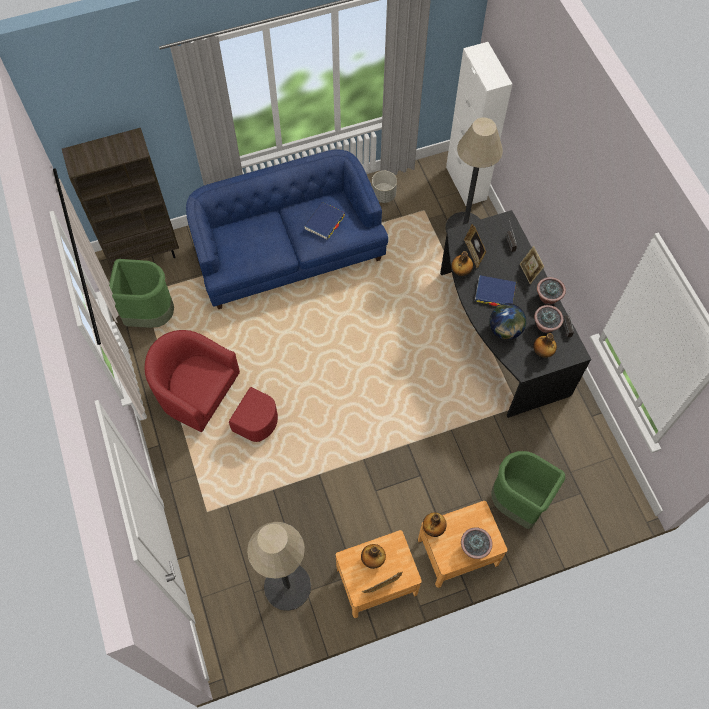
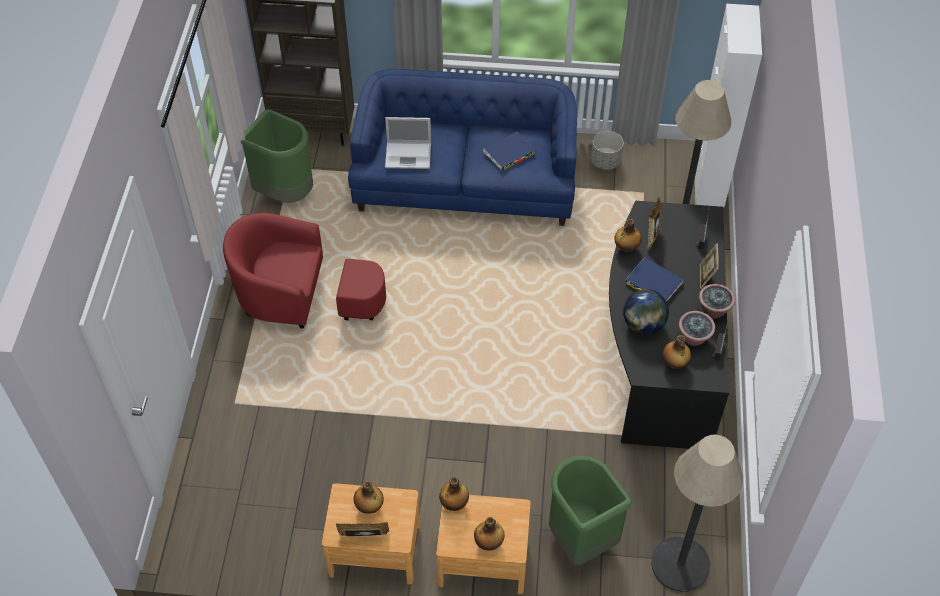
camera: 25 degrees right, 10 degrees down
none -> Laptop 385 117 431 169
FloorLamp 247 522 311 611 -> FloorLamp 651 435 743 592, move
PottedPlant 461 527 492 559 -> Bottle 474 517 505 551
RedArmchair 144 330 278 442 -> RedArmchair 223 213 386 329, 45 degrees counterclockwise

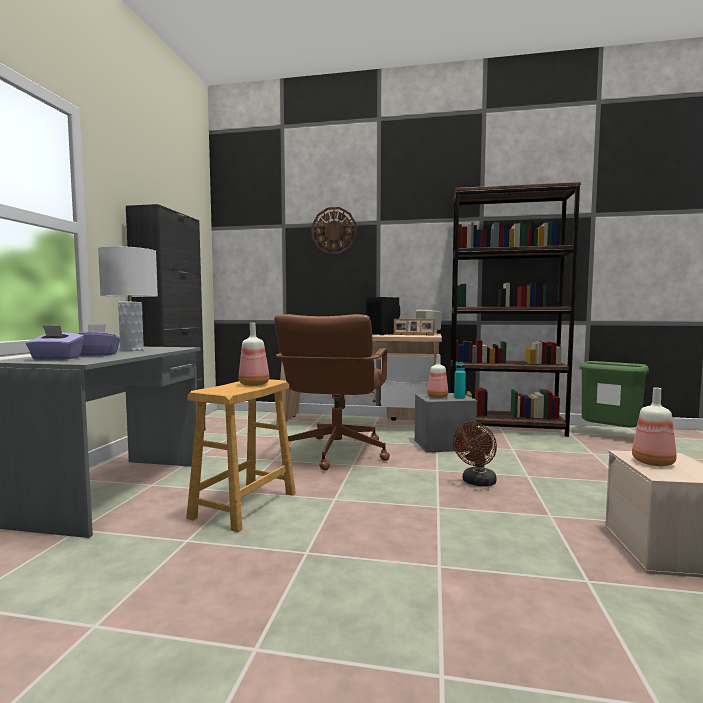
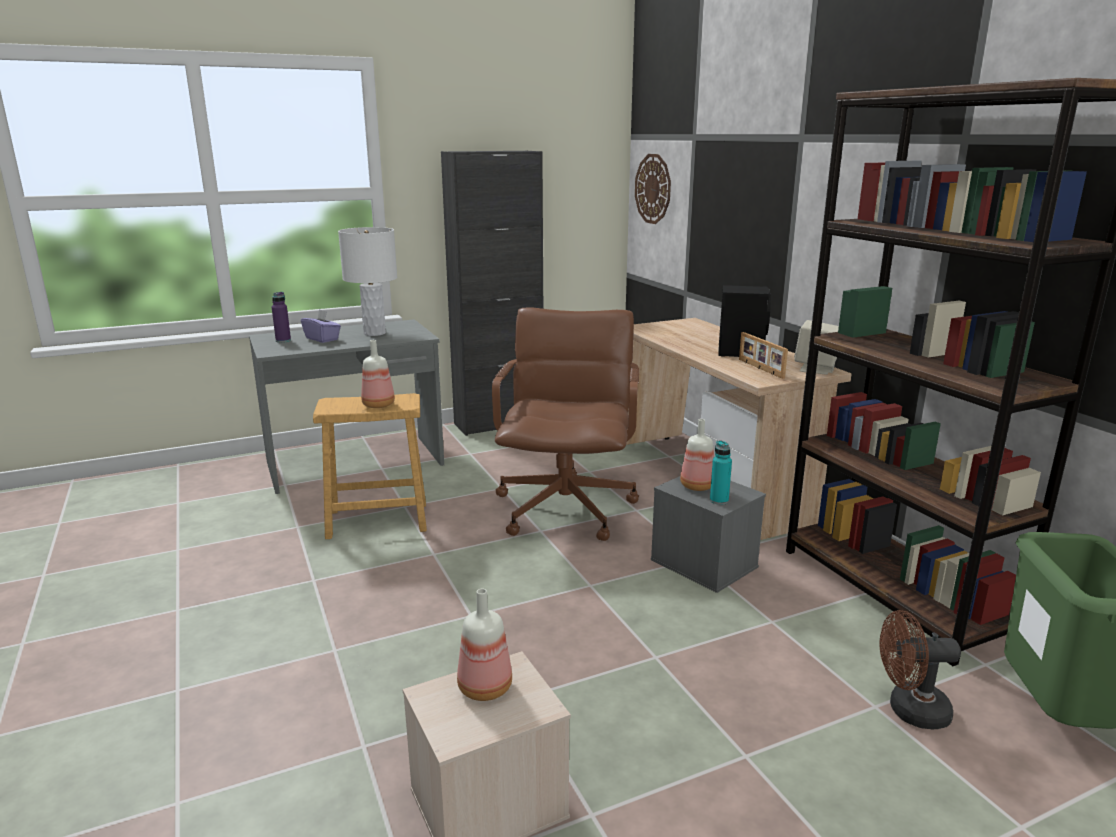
camera: 55 degrees right, 15 degrees up
WallClock 312 207 356 254 -> WallClock 635 154 671 224, move
BrownFan 453 422 497 487 -> BrownFan 879 610 961 729, move
PurpleTissueBox 26 325 84 360 -> PurpleBottle 272 292 291 343
BrownOfficeChair 274 314 390 470 -> BrownOfficeChair 492 308 639 541, 120 degrees clockwise

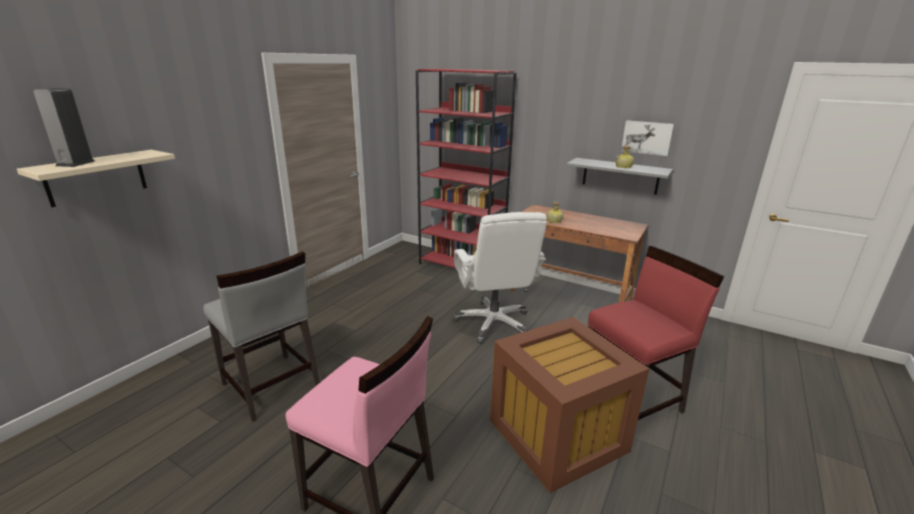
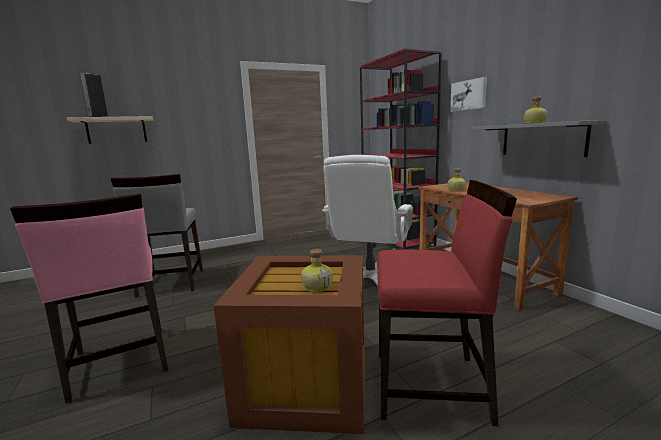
camera: 35 degrees right, 10 degrees down
none -> Bottle 301 249 333 292
Picture 621 120 674 156 -> Picture 450 77 487 112, move

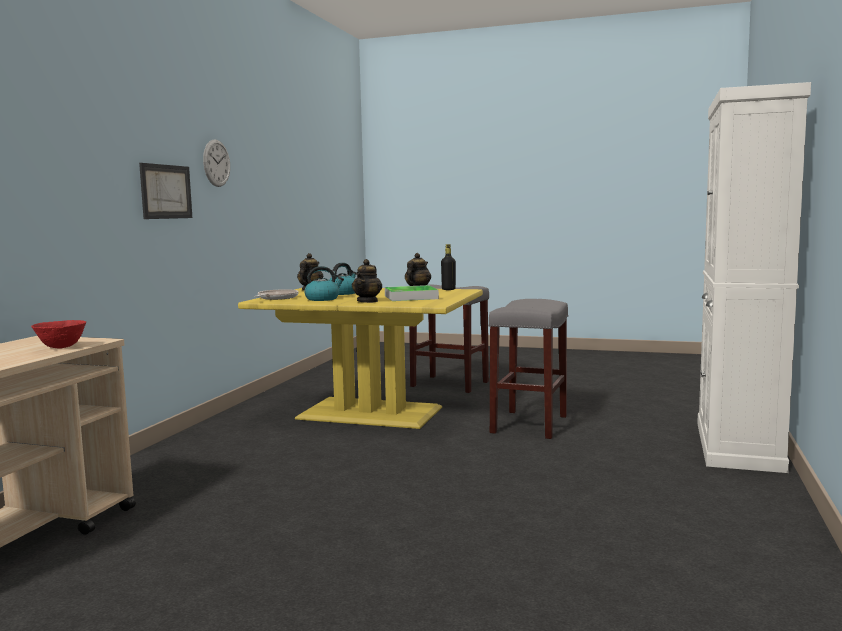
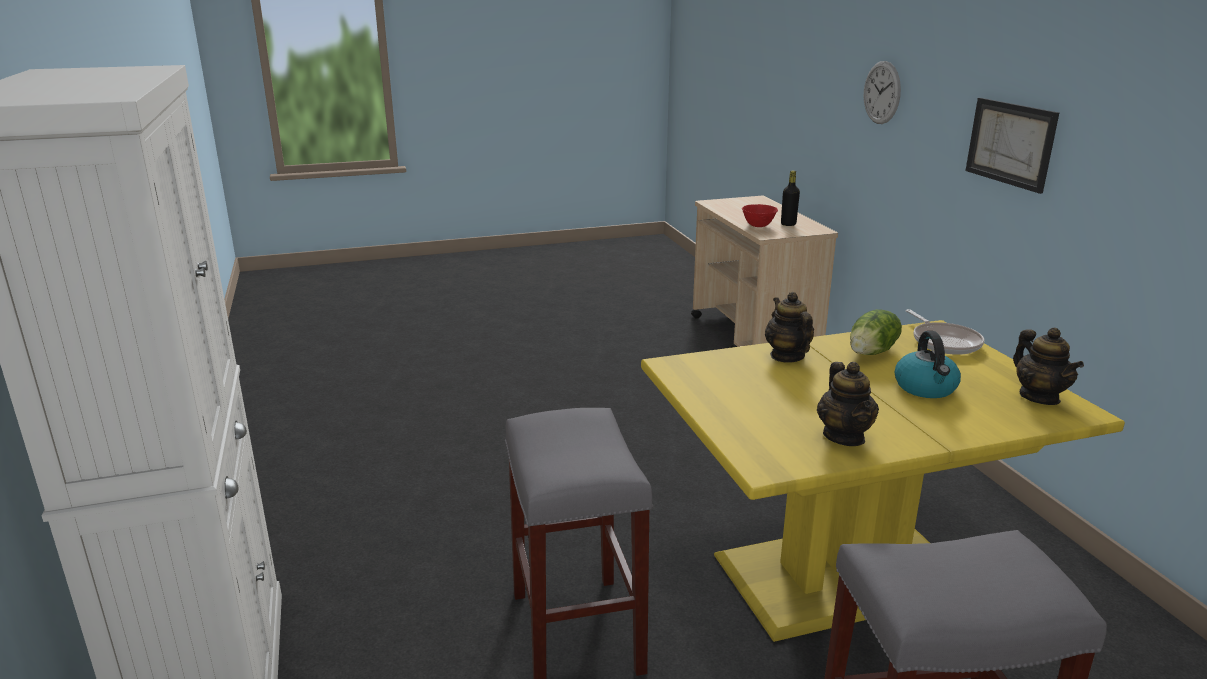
camera: 145 degrees right, 15 degrees up
Tray 385 285 439 301 -> none
WallClock 203 139 230 187 -> WallClock 864 61 901 124, move
BlackBottle 441 244 456 290 -> BlackBottle 781 170 800 226, move
Kettle 304 266 344 301 -> Lettuce 850 309 902 355

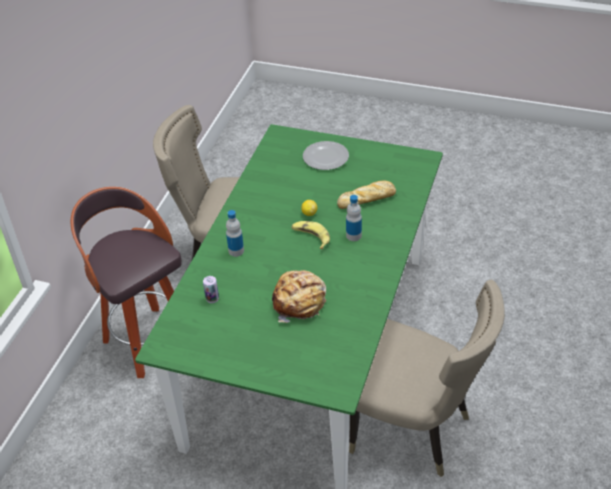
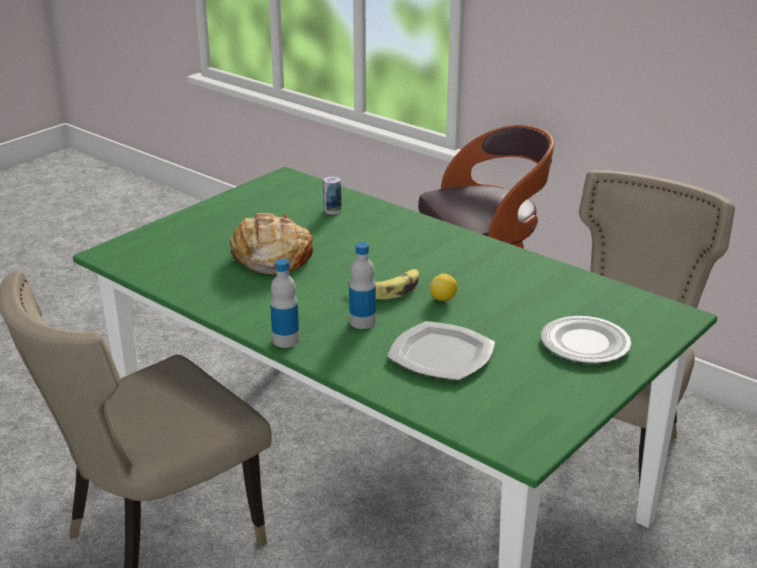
camera: 110 degrees right, 15 degrees down
Bottle 226 210 244 257 -> Bottle 270 258 299 348, move
Bread 337 180 396 209 -> Plate 387 321 495 381

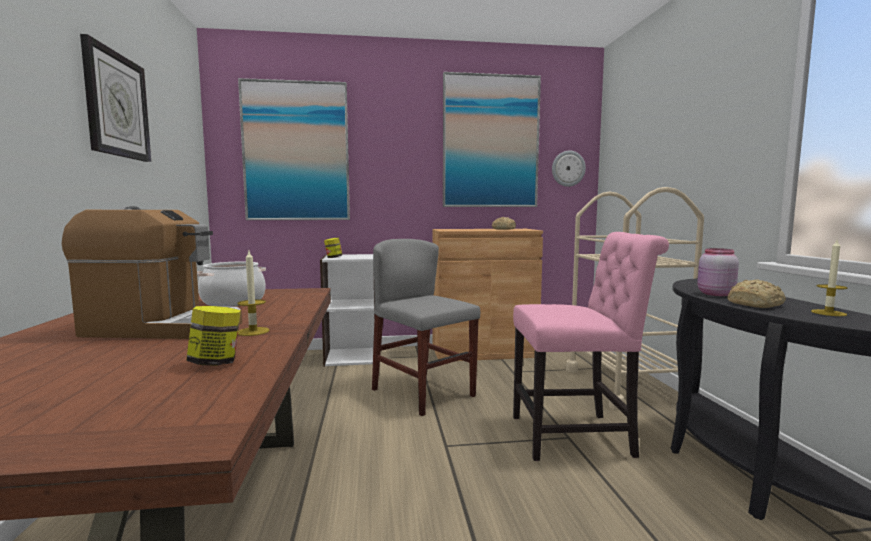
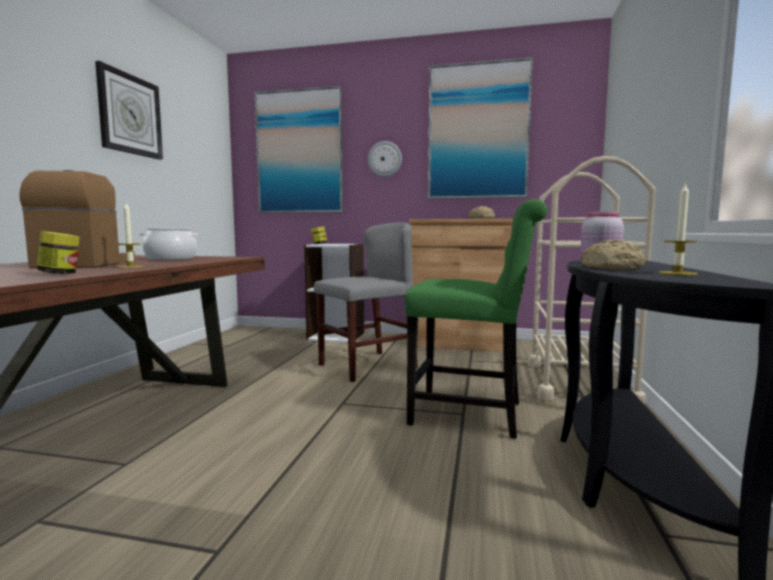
camera: 20 degrees right, 0 degrees up
WallClock 552 151 586 187 -> WallClock 368 141 402 177, move
PinkChair 513 232 669 461 -> GreenChair 405 199 548 439
CoffeeMachine 62 206 242 339 -> CoffeeMachine 19 170 135 268, 120 degrees counterclockwise
GreyChair 372 239 480 416 -> GreyChair 314 222 418 382, 75 degrees clockwise

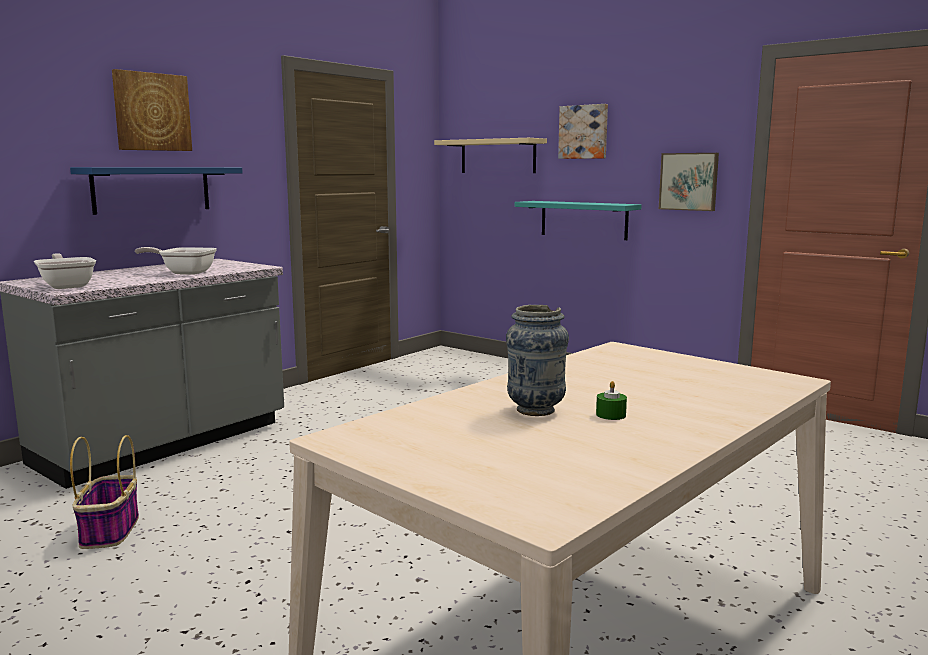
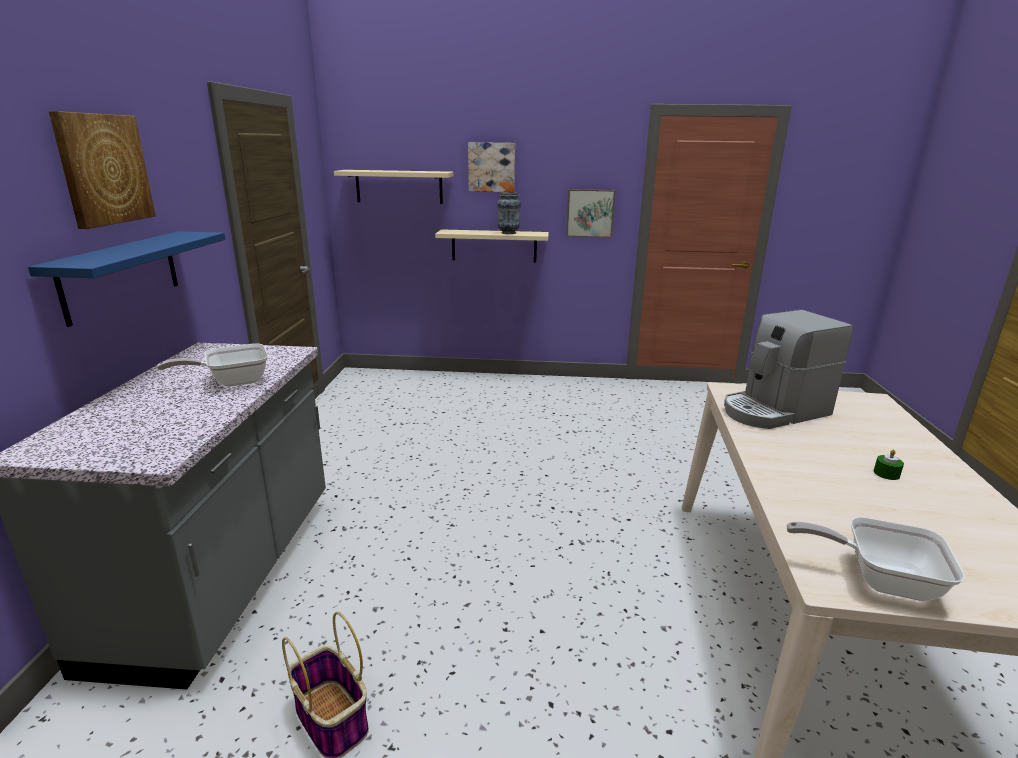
camera: 35 degrees left, 10 degrees up
none -> CoffeeMachine 724 310 854 429
FryingPan 34 253 96 289 -> FryingPan 786 517 965 601, move
Vase 506 305 569 416 -> Vase 497 192 521 234, move
TurquoiseShelf 514 201 642 240 -> BeigeShelf 435 229 549 262

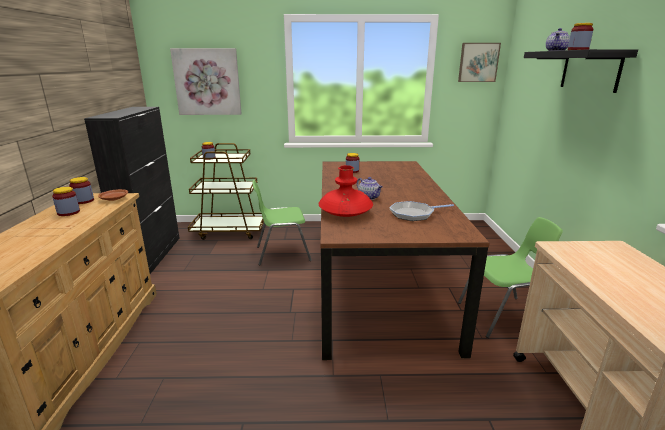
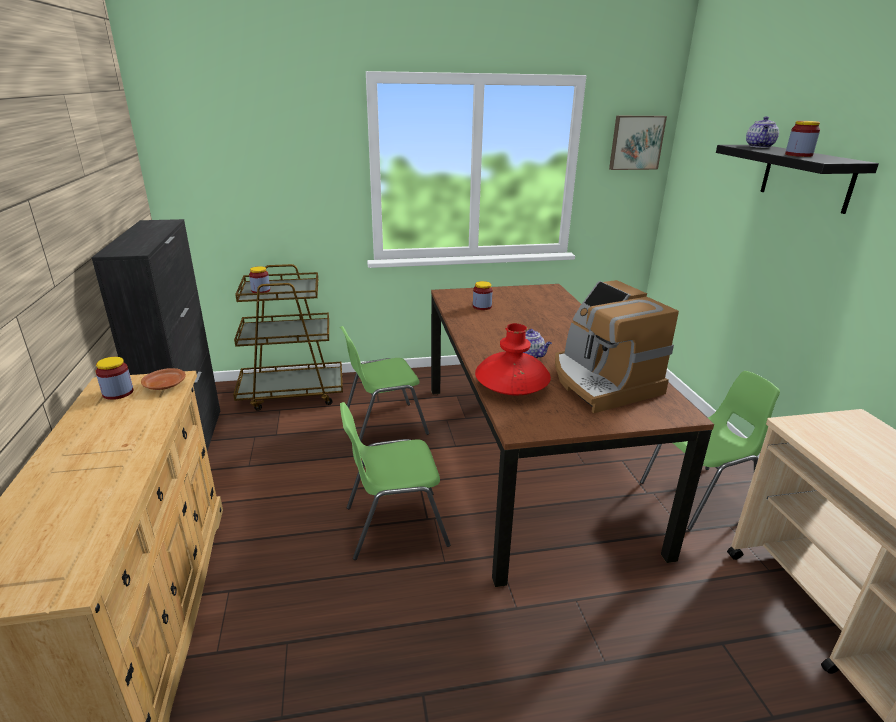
camera: 10 degrees left, 5 degrees up
Jar 52 187 80 216 -> none
Picture 170 48 241 115 -> none
none -> GreenChair 340 402 451 560
FryingPan 390 201 454 221 -> CoffeeMachine 555 280 679 413

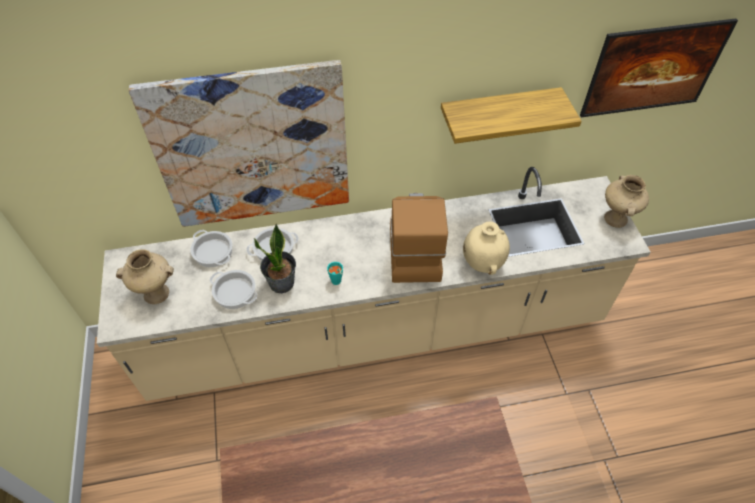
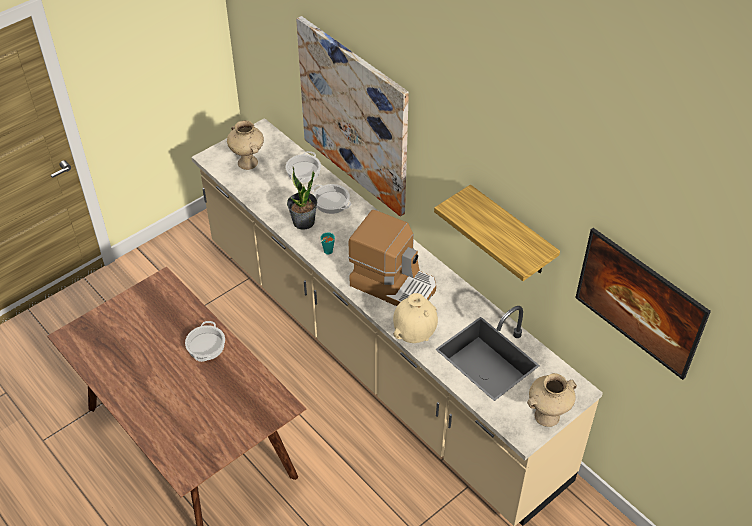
camera: 60 degrees right, 5 degrees down
CookingPot 210 270 257 309 -> CookingPot 185 321 225 362, move
CoffeeMachine 390 193 448 283 -> CoffeeMachine 348 210 436 306, 60 degrees clockwise

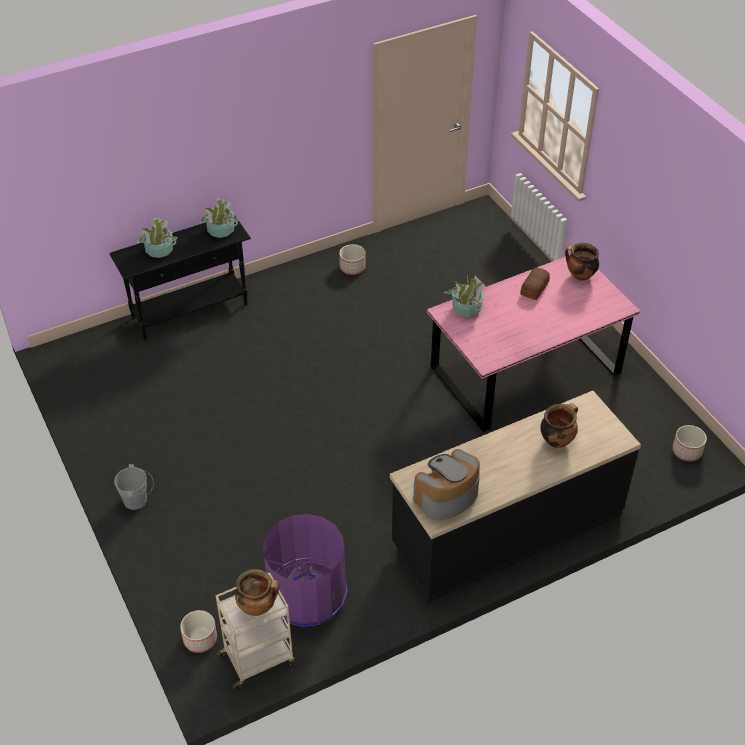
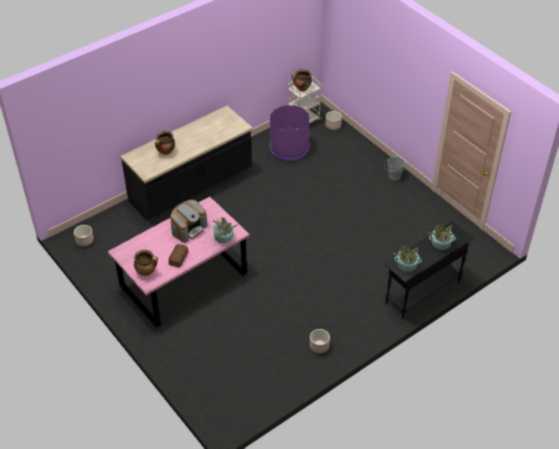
camera: 170 degrees right, 0 degrees up
CoffeeMachine 413 449 480 520 -> CoffeeMachine 170 200 207 243, move

